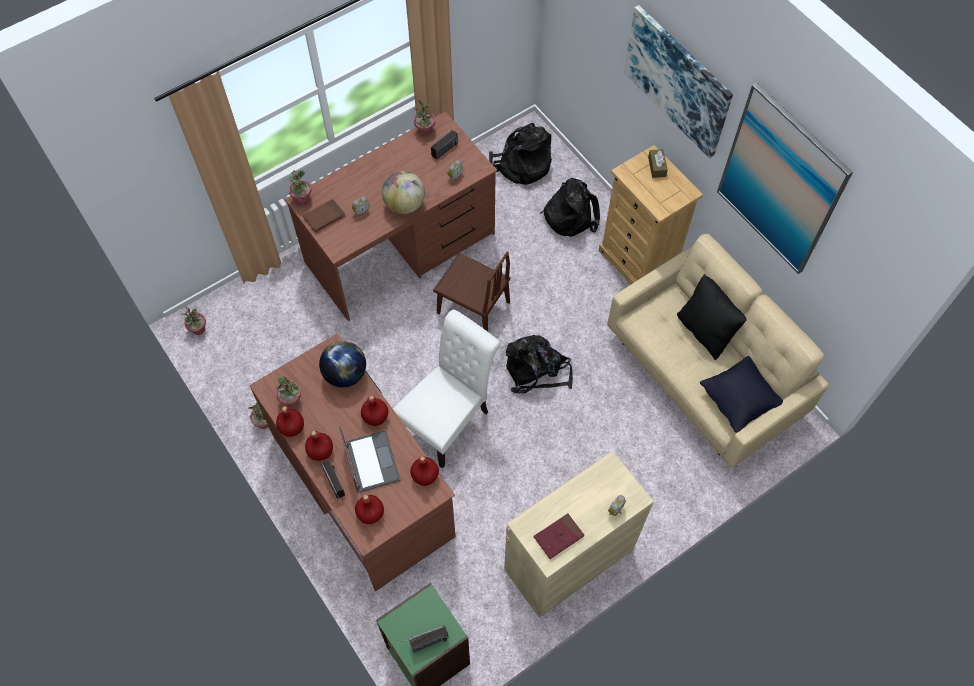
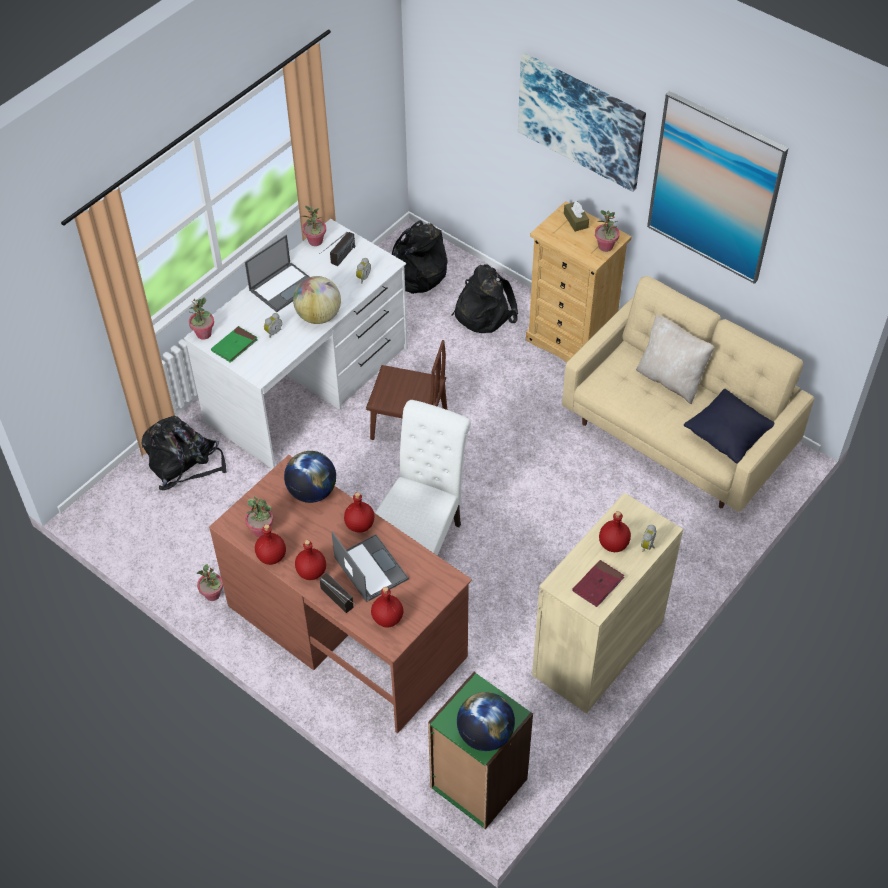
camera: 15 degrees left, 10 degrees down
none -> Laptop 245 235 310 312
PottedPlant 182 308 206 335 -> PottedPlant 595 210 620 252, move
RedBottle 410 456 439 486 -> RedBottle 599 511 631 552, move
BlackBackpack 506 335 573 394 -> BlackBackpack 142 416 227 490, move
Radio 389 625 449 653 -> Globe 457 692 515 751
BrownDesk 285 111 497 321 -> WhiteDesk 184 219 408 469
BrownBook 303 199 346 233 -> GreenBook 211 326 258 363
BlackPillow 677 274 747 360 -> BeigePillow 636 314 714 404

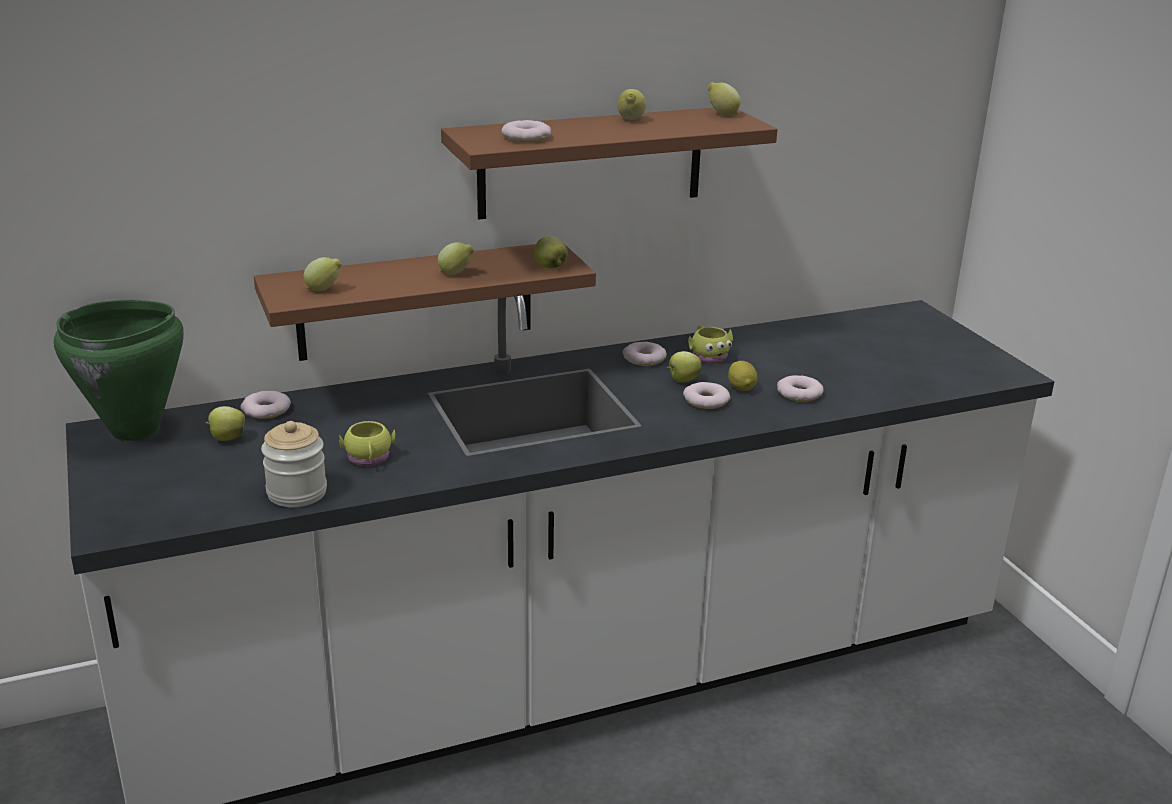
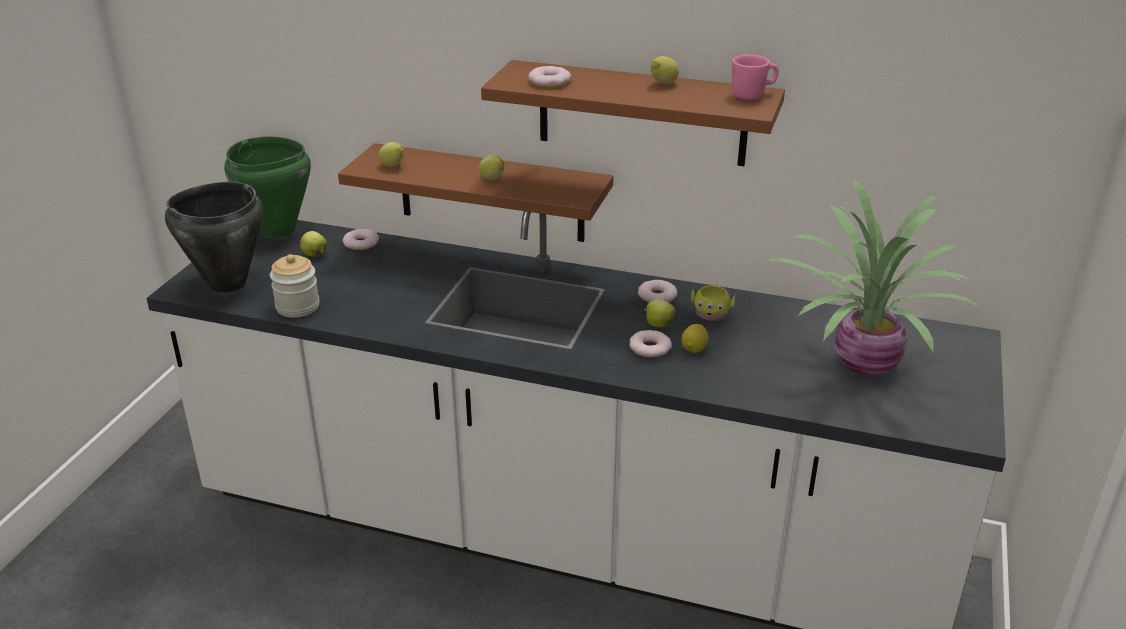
camera: 40 degrees right, 5 degrees up
YellowMug 339 421 396 466 -> none
Apple 534 236 567 269 -> none
Donut 777 375 824 402 -> none
none -> BlackCookingPot 165 182 263 293
none -> PottedPlant 762 180 983 377
Lemon 708 82 741 116 -> PinkMug 732 55 779 100

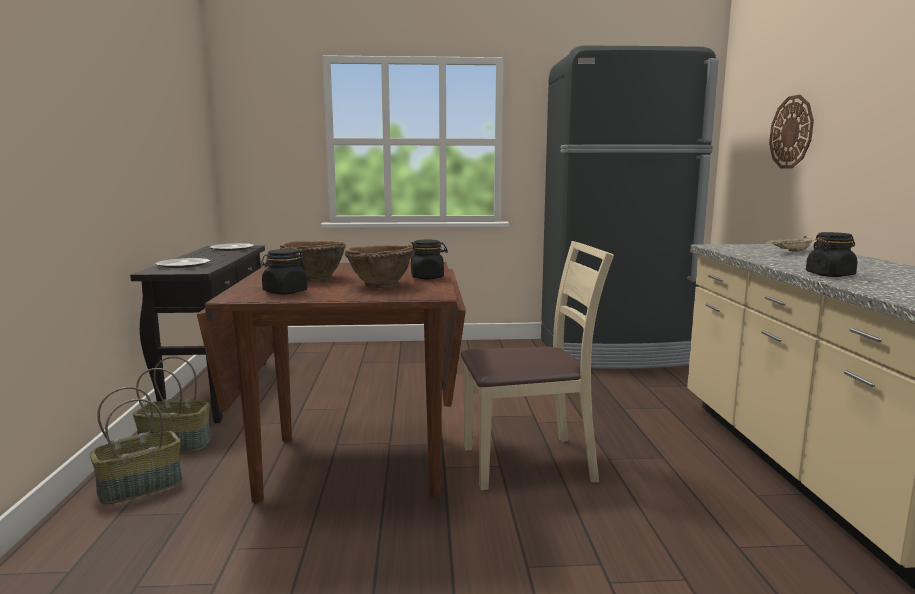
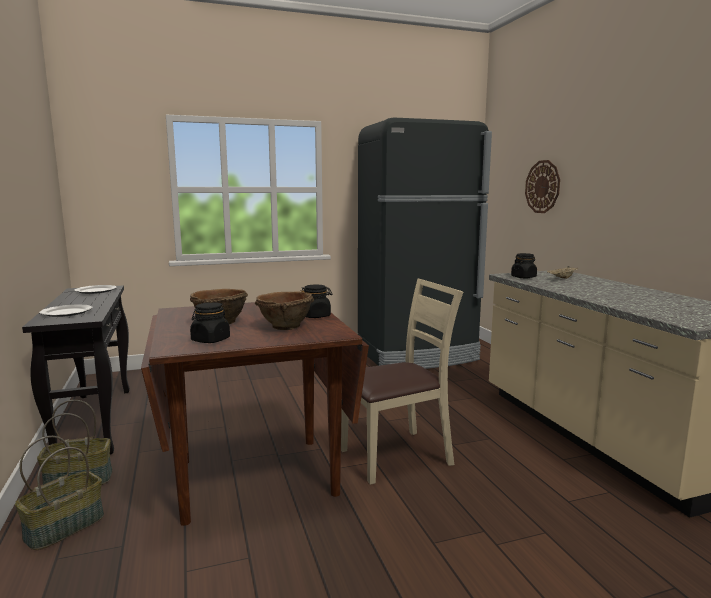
camera: 15 degrees left, 0 degrees up
BlackJar 806 232 858 277 -> BlackJar 511 253 537 278, move

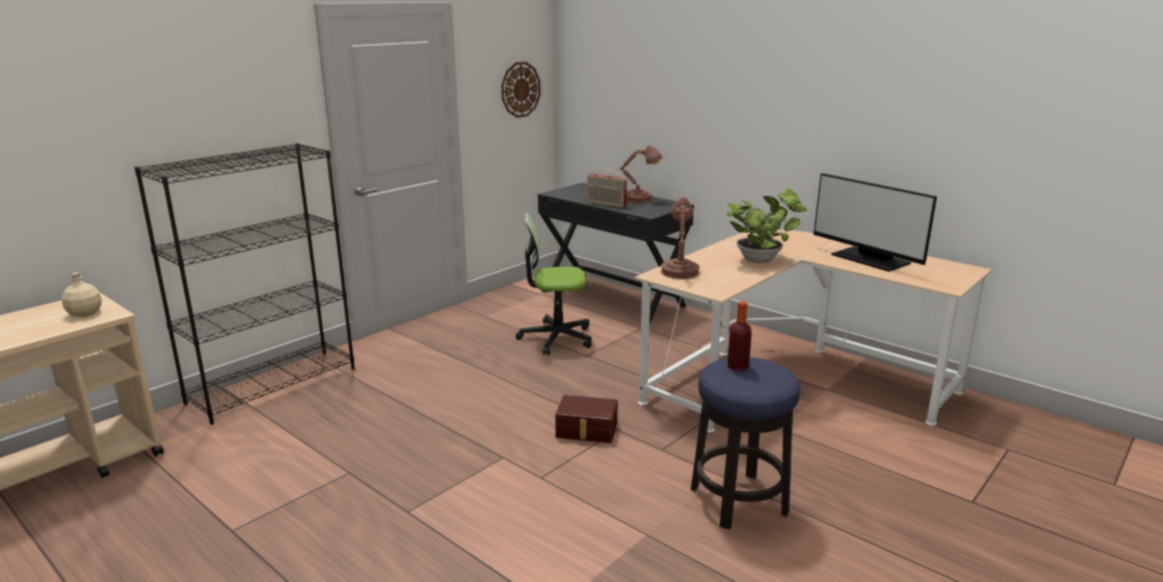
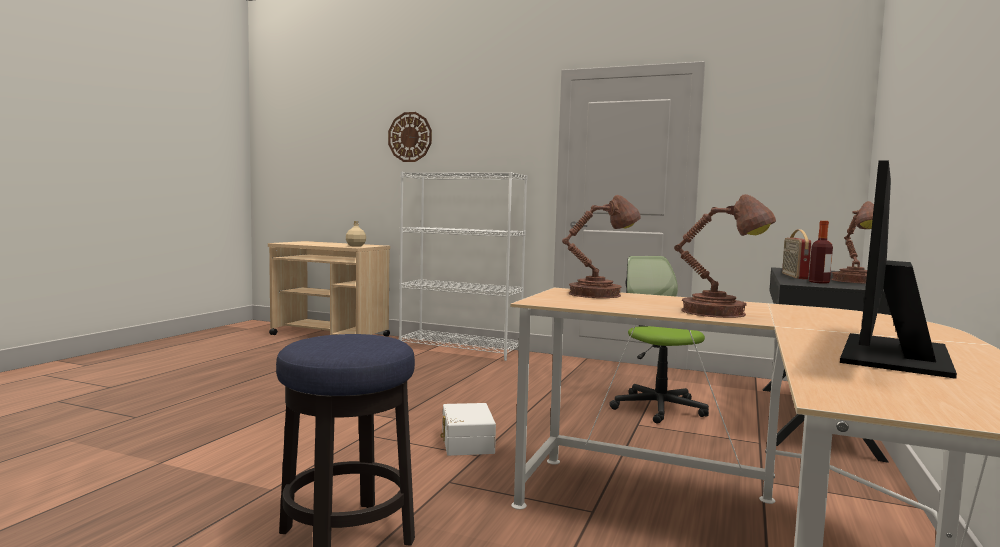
camera: 70 degrees right, 15 degrees down
WallClock 501 62 541 118 -> WallClock 388 112 432 162, move
Bottle 727 302 752 371 -> Bottle 809 221 833 284, move
PottedPlant 727 189 807 263 -> BrownTableLamp 674 194 776 318
BlackBookcase 134 143 355 425 -> WhiteBookcase 399 172 527 361
BrownStorageBox 555 395 618 443 -> WhiteStorageBox 441 403 496 456

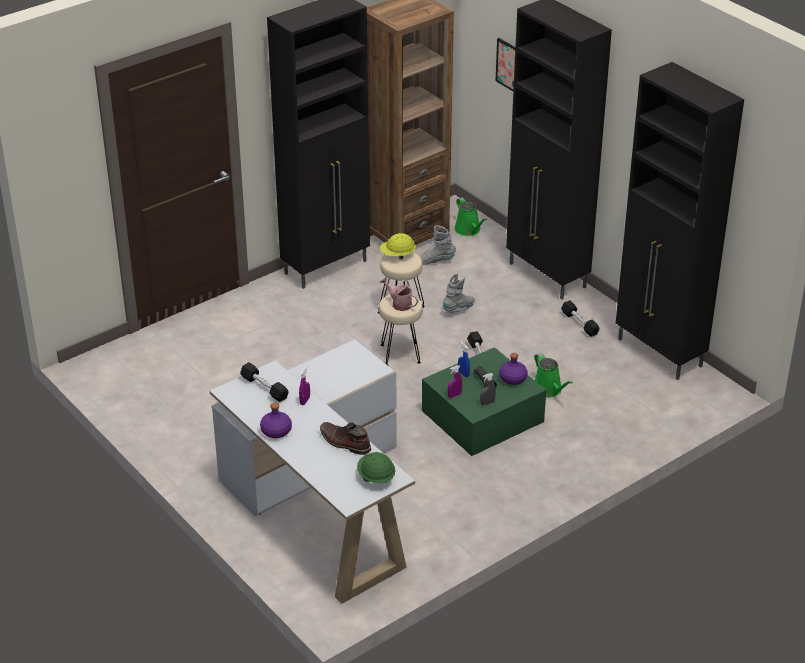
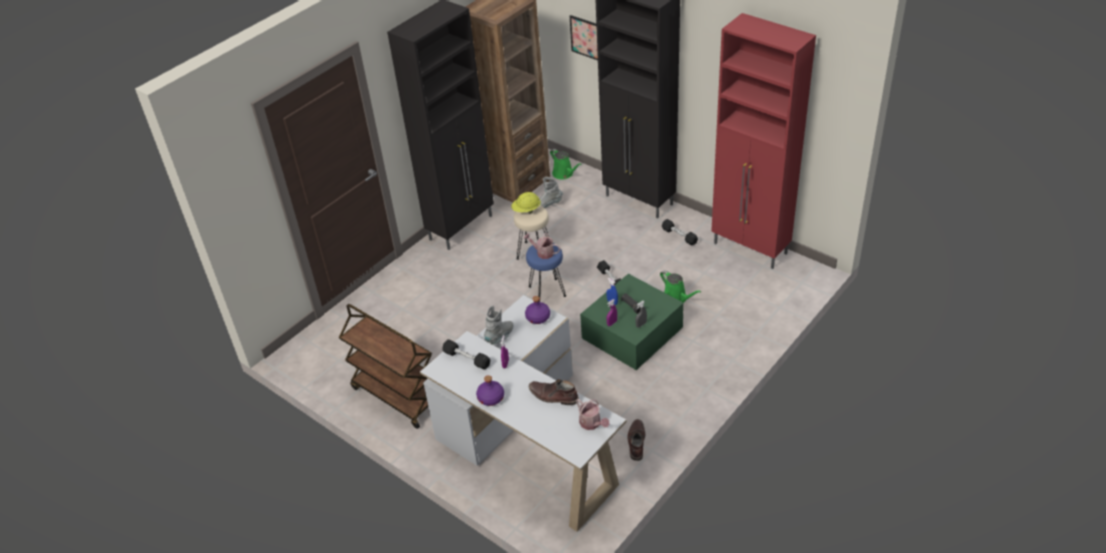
camera: 10 degrees left, 5 degrees up
none -> BrownCart 339 304 432 429
none -> BrownBoot 627 419 645 461
GreyBoot 443 273 475 313 -> GreyBoot 484 305 513 345, move
PurpleBottle 499 353 528 385 -> PurpleBottle 525 296 550 324, move
GreenHardHat 357 452 395 483 -> WateringCan 576 399 609 430
BeigeStool 379 294 423 365 -> BlueStool 526 243 566 302
BlackCabinet 616 62 744 380 -> RedCabinet 711 13 816 269

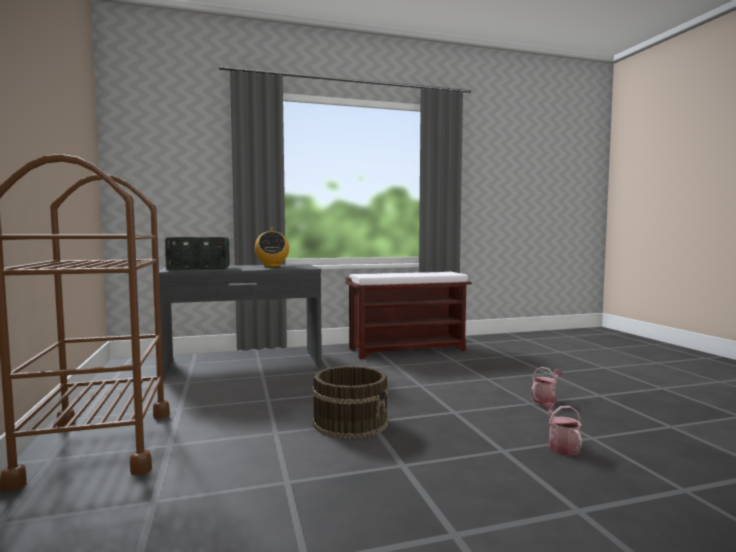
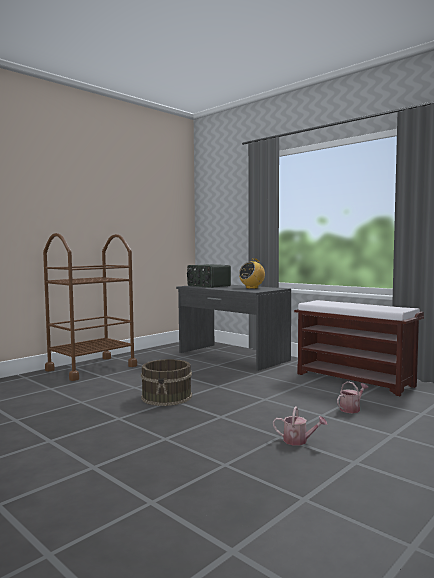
camera: 60 degrees right, 0 degrees up
WateringCan 542 403 582 456 -> WateringCan 337 381 368 413, move

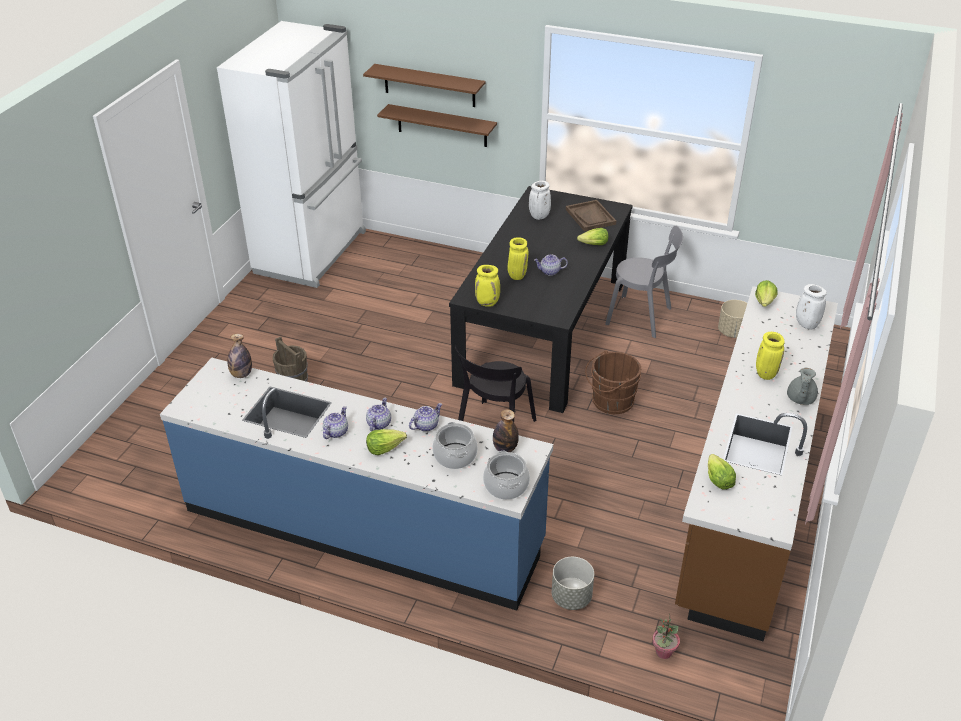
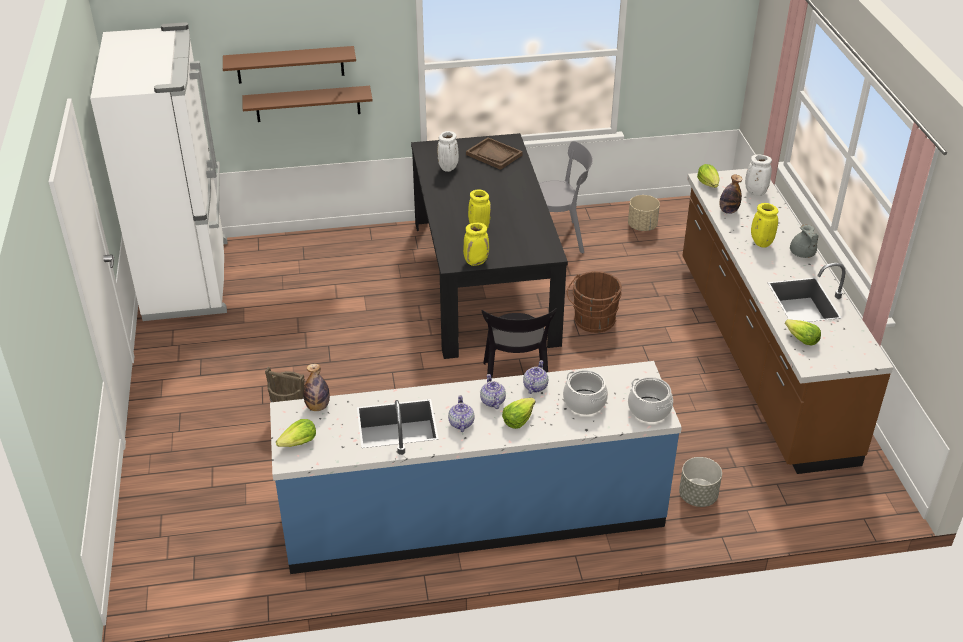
camera: 30 degrees left, 0 degrees up
Teapot 534 254 568 276 -> none
PottedPlant 652 613 680 659 -> none
Bottle 493 409 519 452 -> Bottle 719 175 743 214, move
Lettuce 577 228 608 245 -> Lettuce 276 419 316 447, move

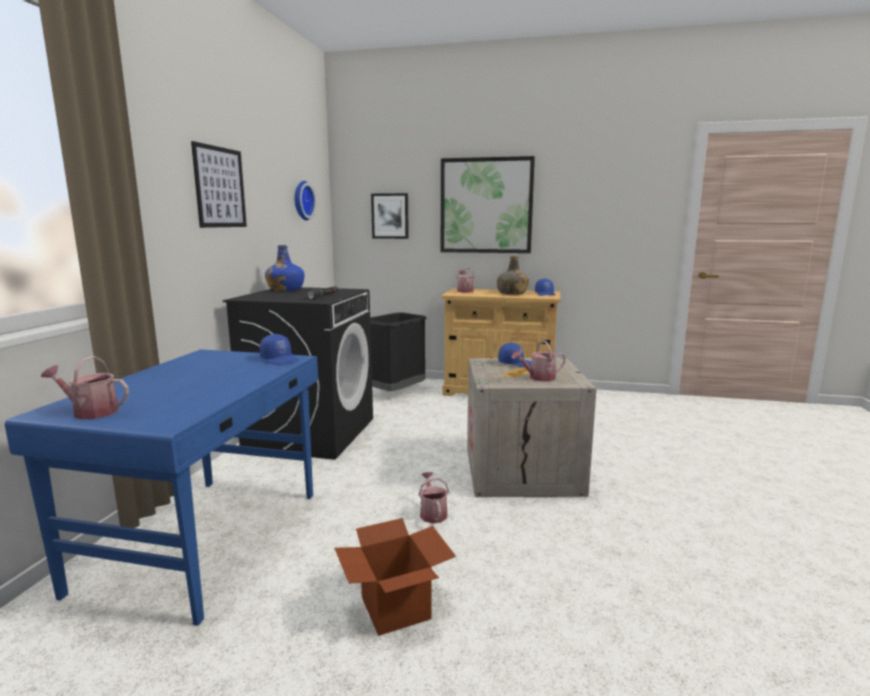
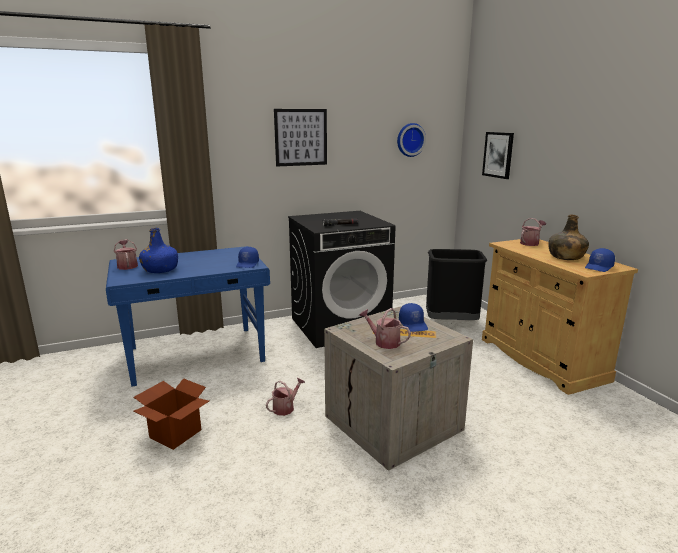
camera: 55 degrees right, 5 degrees up
Picture 441 156 535 253 -> none
BlueBottle 265 245 304 291 -> BlueBottle 139 228 178 273, move

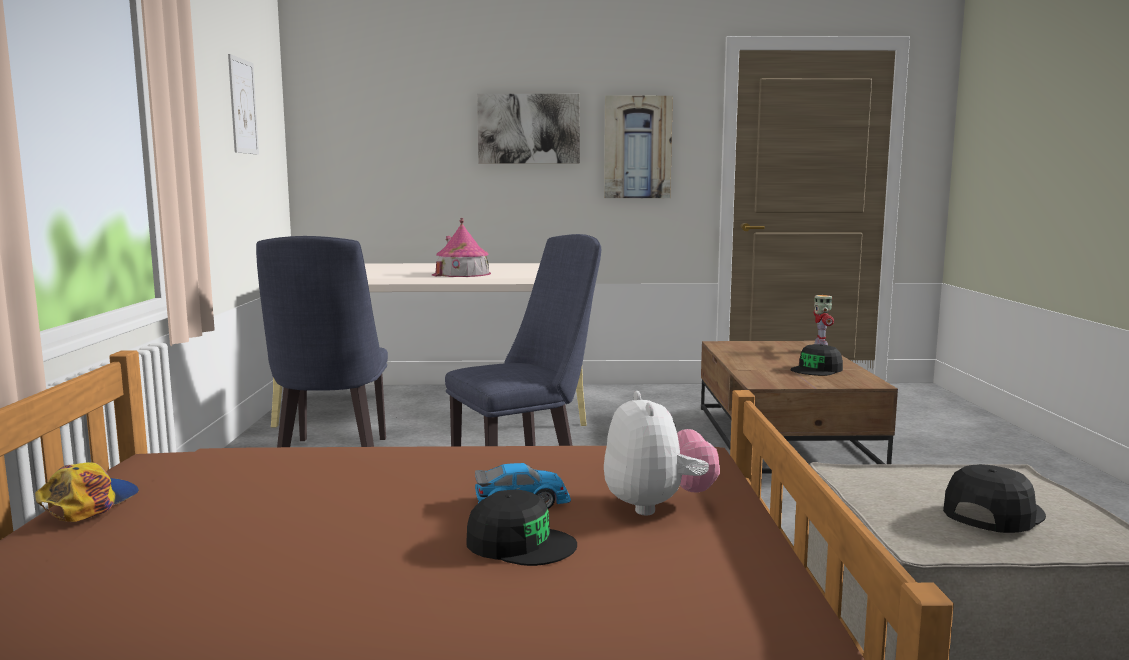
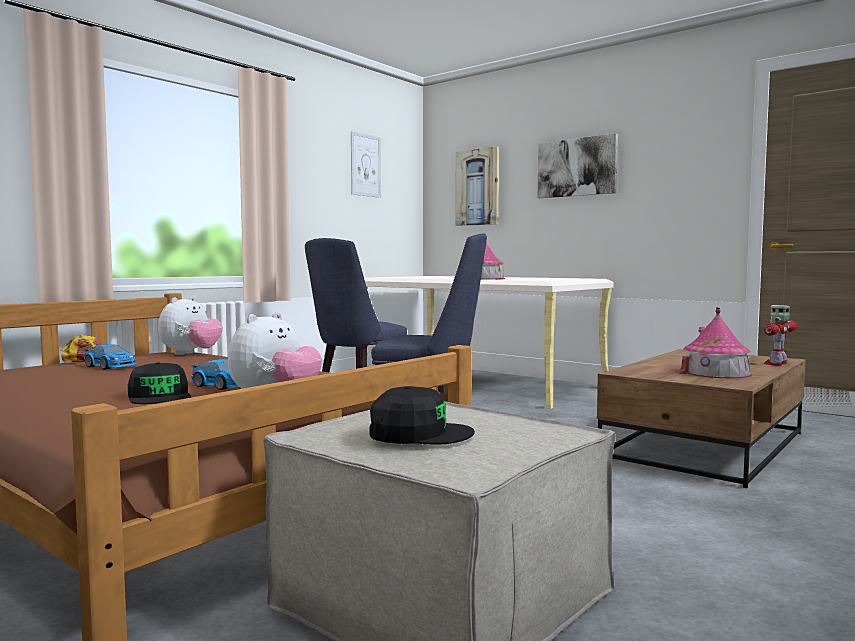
camera: 40 degrees right, 5 degrees down
none -> ToyCar 84 344 137 369
none -> PlushToy 158 296 223 355
Picture 604 96 673 198 -> Picture 455 146 499 226, move
BlackCap 791 344 843 376 -> ToyHouse 676 307 752 378

